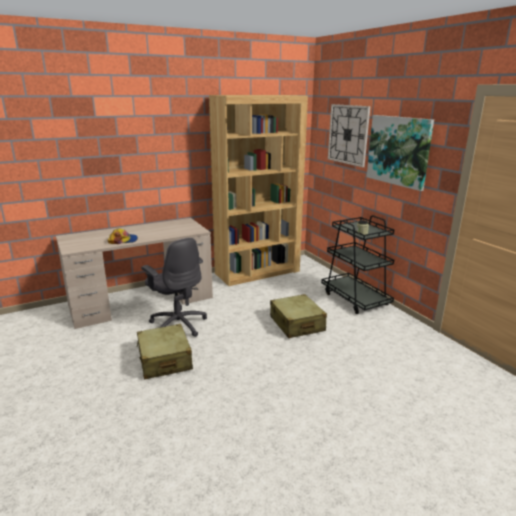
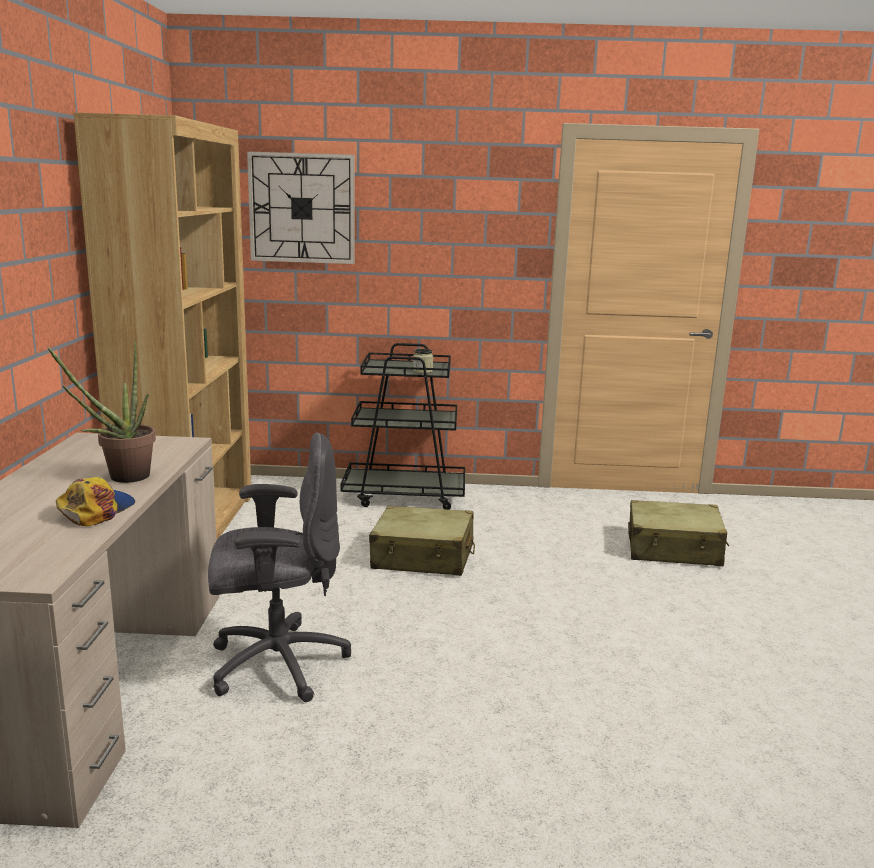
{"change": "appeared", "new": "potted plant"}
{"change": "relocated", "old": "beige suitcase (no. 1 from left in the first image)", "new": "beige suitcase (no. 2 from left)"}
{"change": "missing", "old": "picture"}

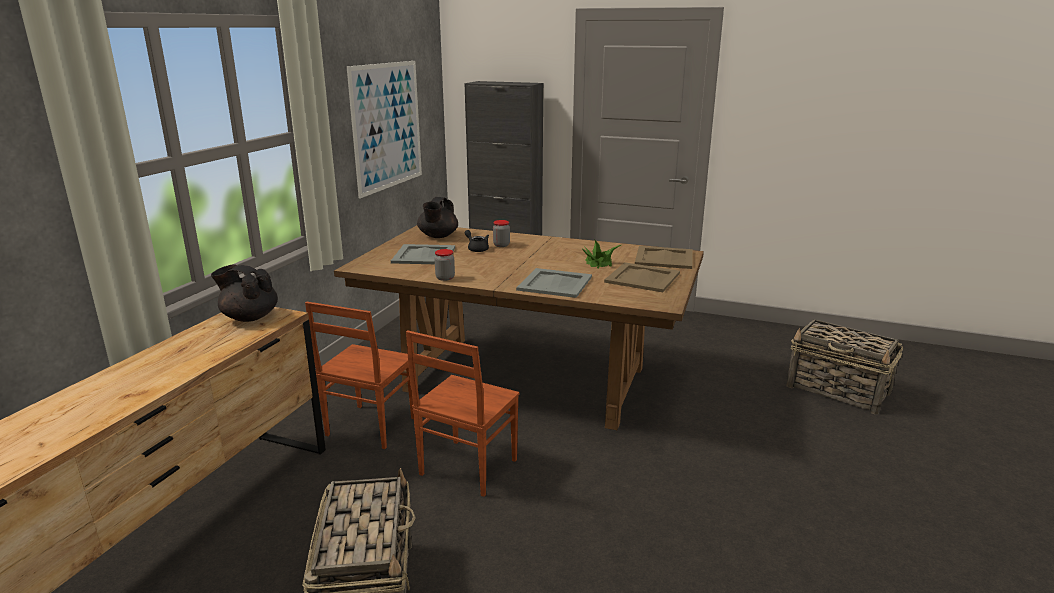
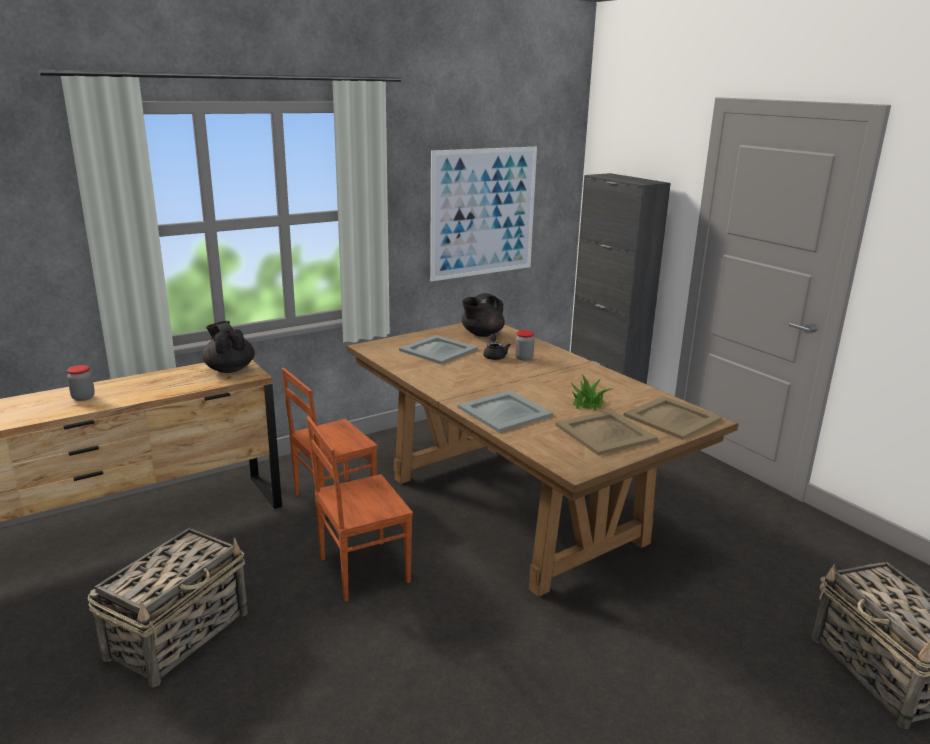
{"change": "relocated", "old": "jar (no. 1 from left)"}

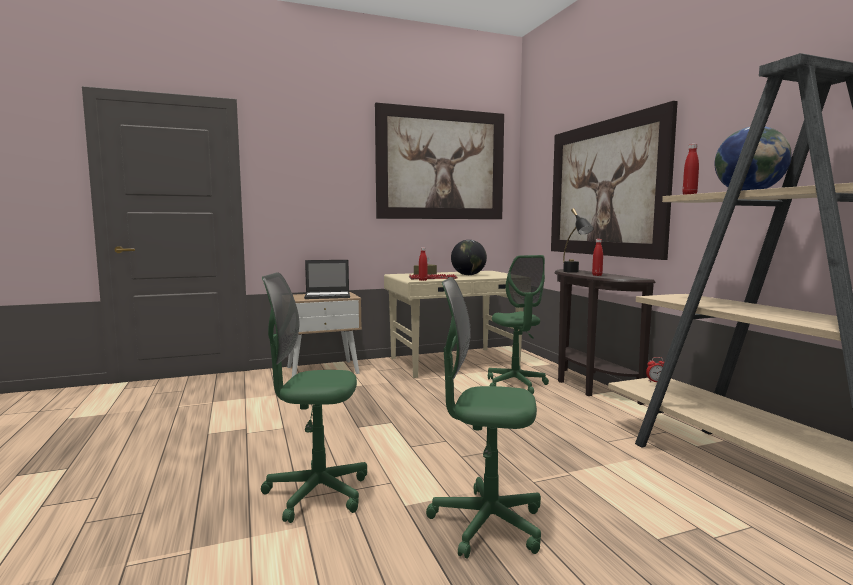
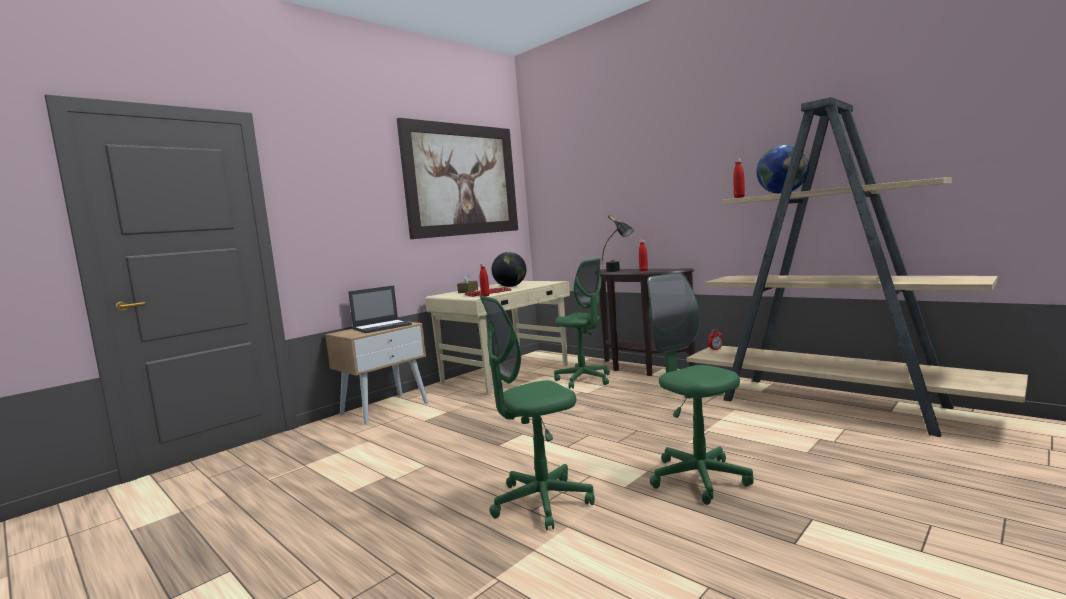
{"change": "spun", "old": "green office chair (no. 2 from left in the first image)", "degrees": 75}
{"change": "missing", "old": "picture (no. 2 from left)"}

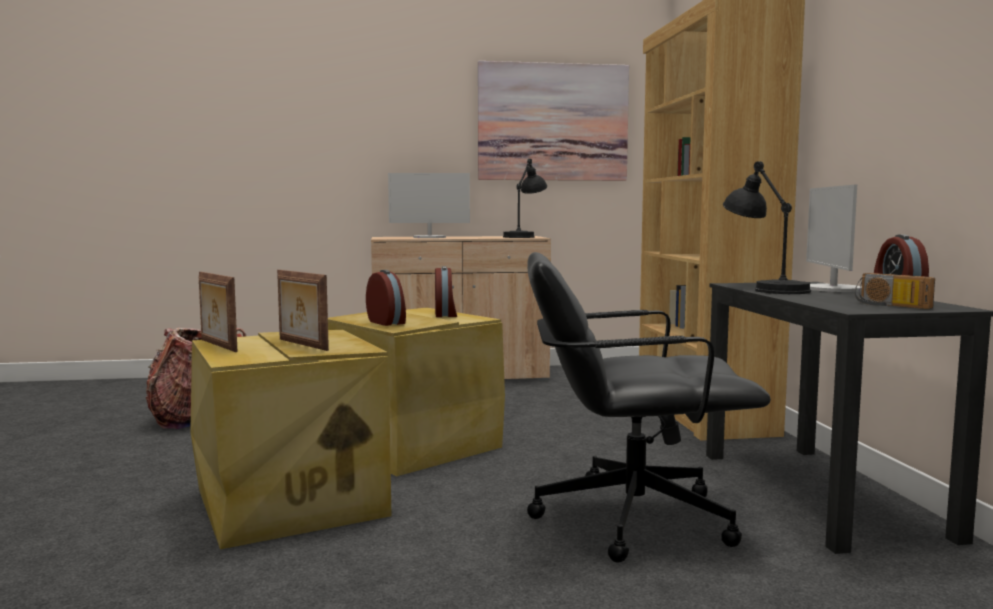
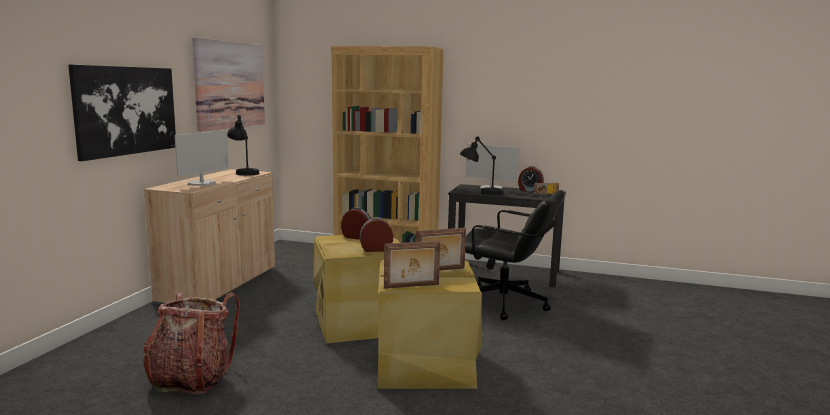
{"change": "appeared", "new": "picture (no. 1 from left)"}
{"change": "spun", "old": "black office chair", "degrees": -90}

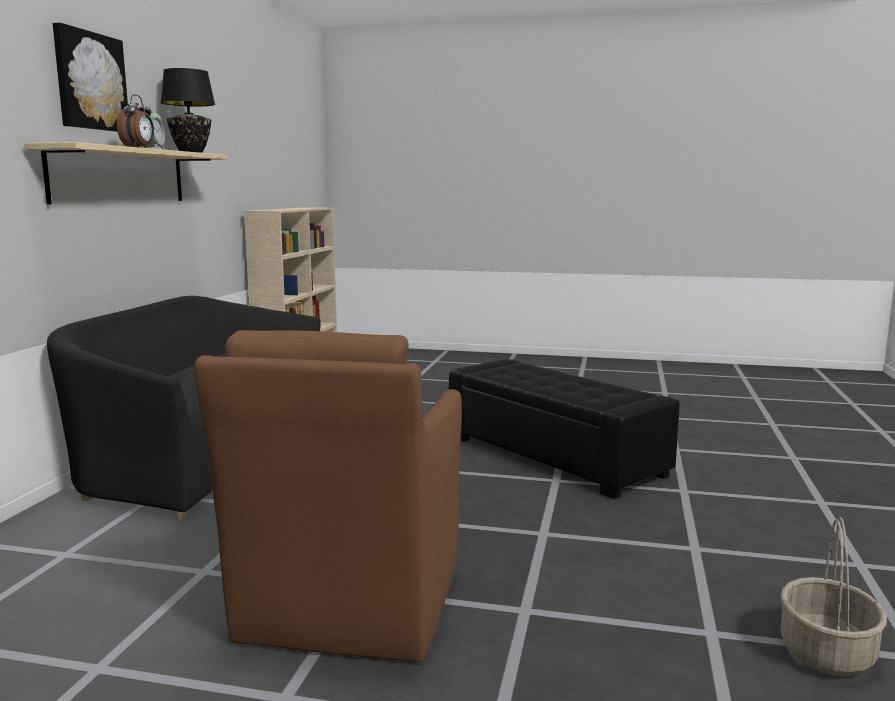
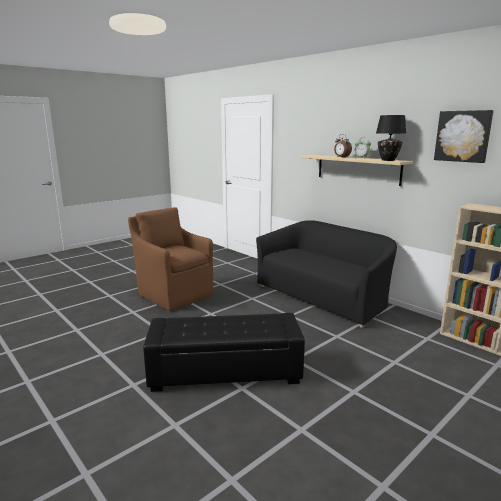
{"change": "relocated", "old": "picture"}
{"change": "missing", "old": "basket"}

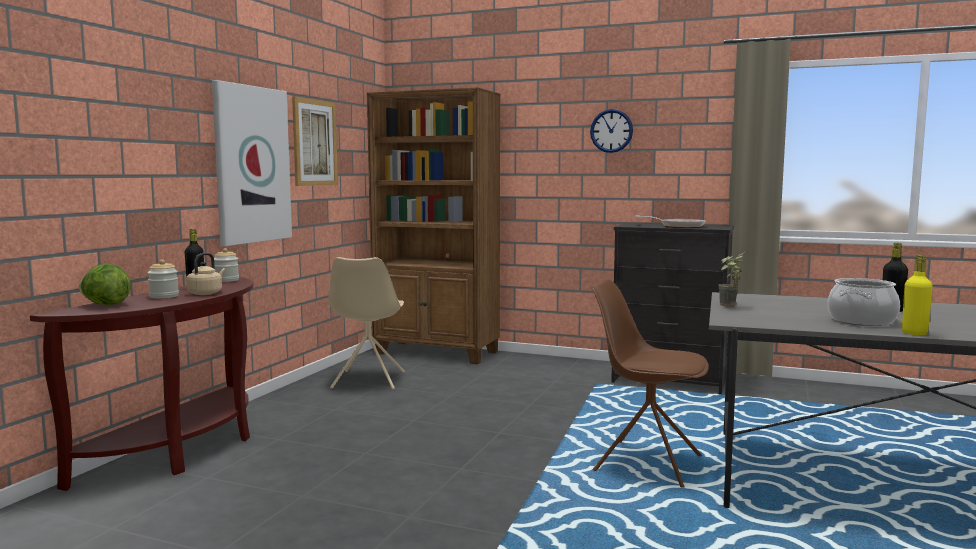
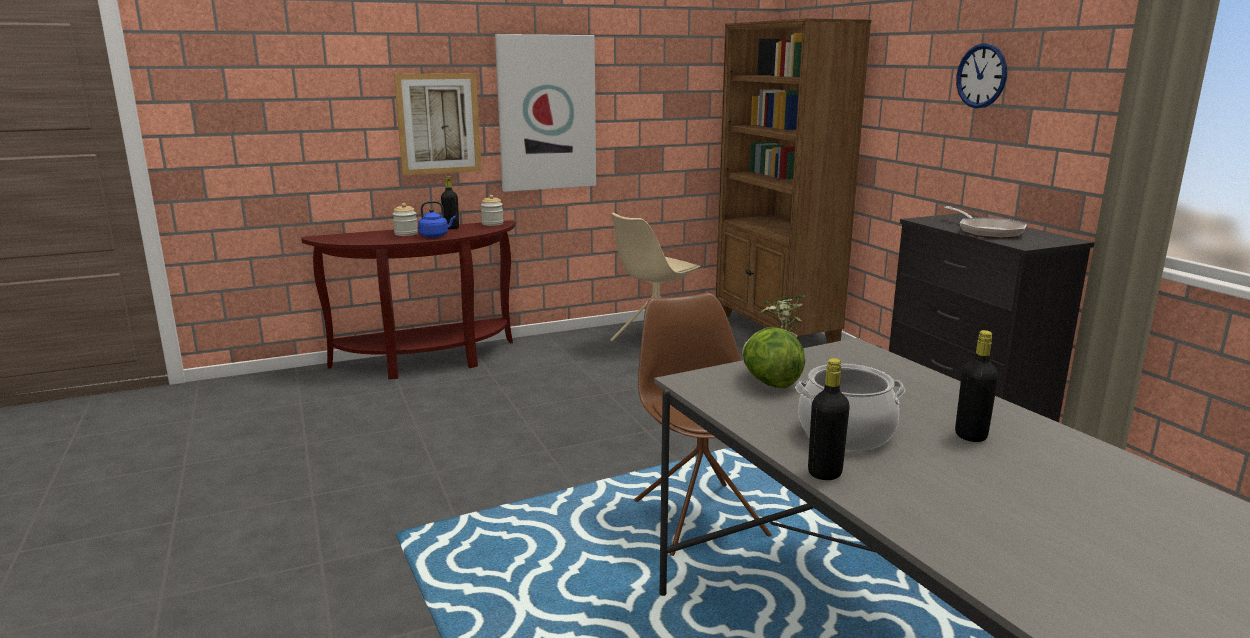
{"change": "relocated", "old": "picture (no. 2 from left in the first image)", "new": "picture (no. 1 from left)"}
{"change": "colour", "old": "beige kettle", "new": "blue kettle"}
{"change": "relocated", "old": "lettuce"}
{"change": "colour", "old": "yellow bottle", "new": "black bottle (no. 2 from left)"}

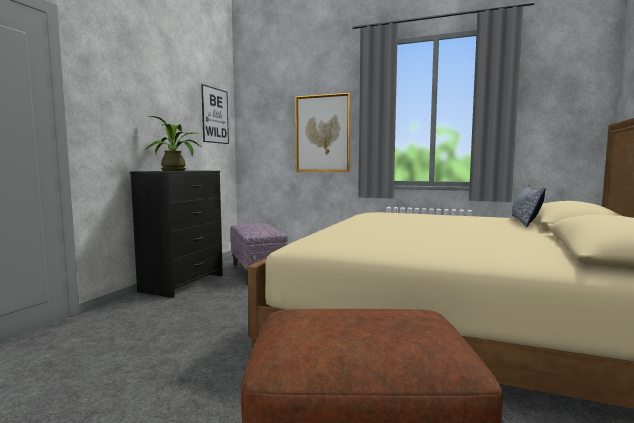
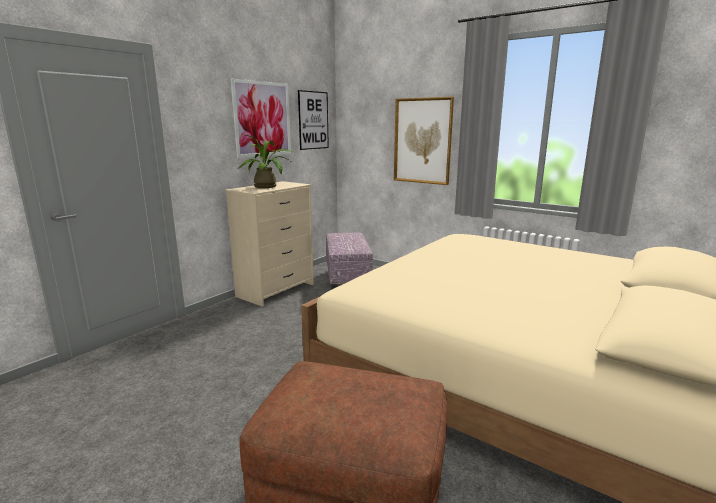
{"change": "colour", "old": "black dresser", "new": "beige dresser"}
{"change": "appeared", "new": "picture (no. 1 from left)"}
{"change": "missing", "old": "pillow"}

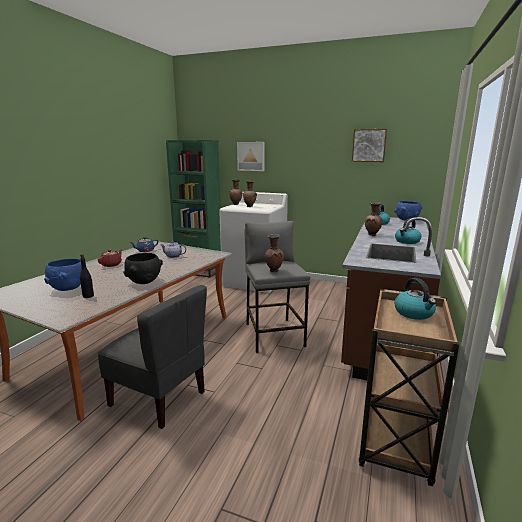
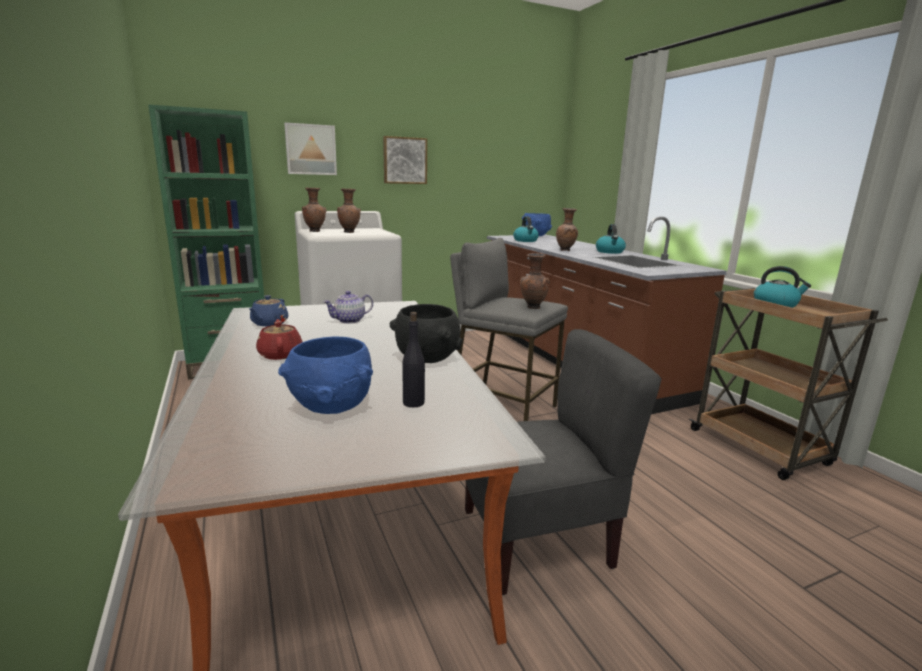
{"change": "relocated", "old": "picture (no. 2 from left)"}

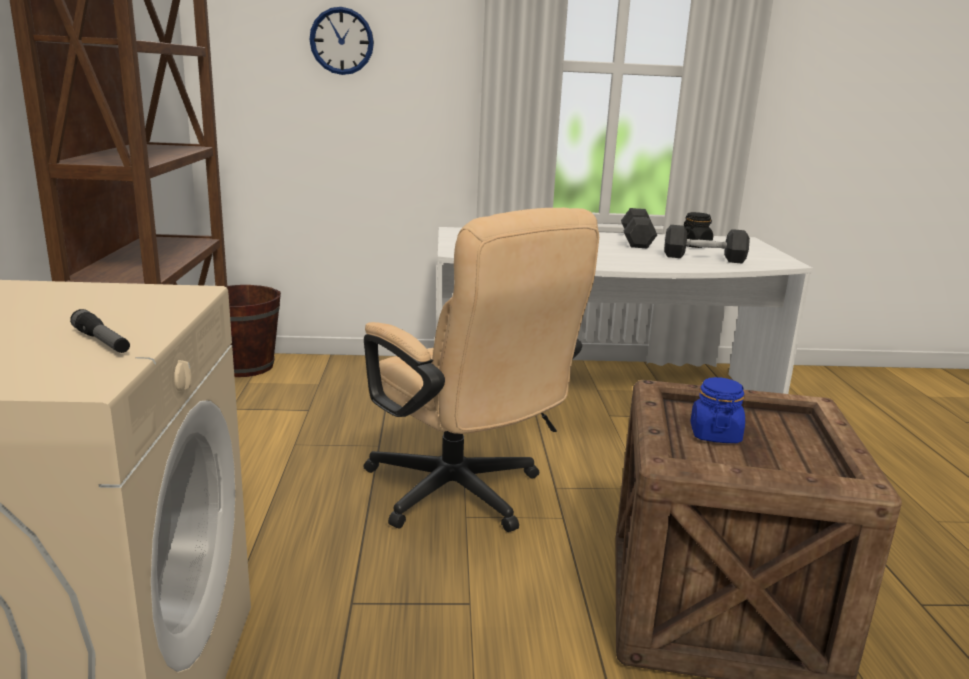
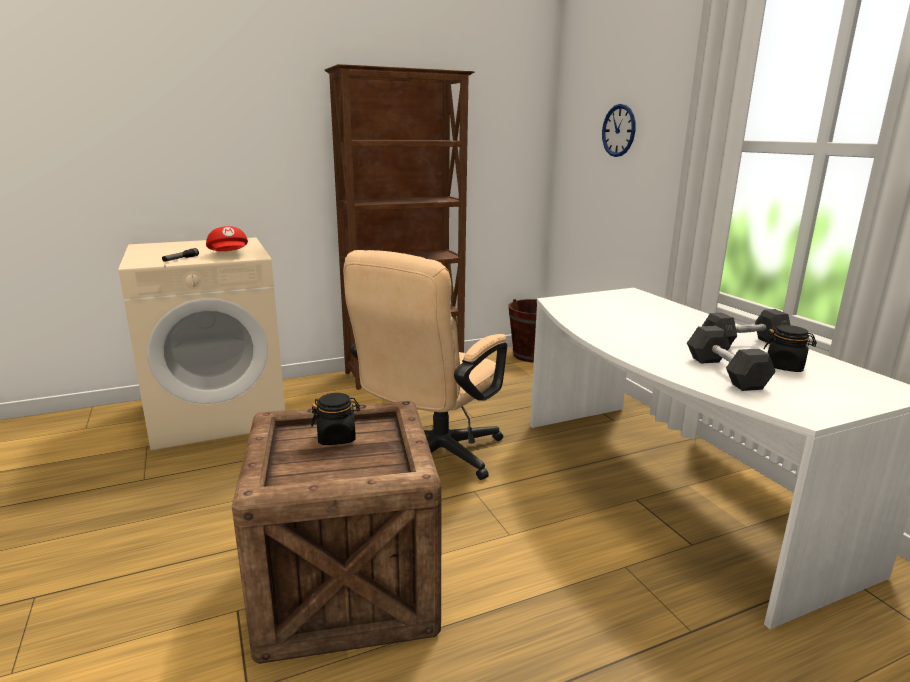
{"change": "appeared", "new": "red cap"}
{"change": "colour", "old": "blue jar", "new": "black jar (no. 1 from left)"}

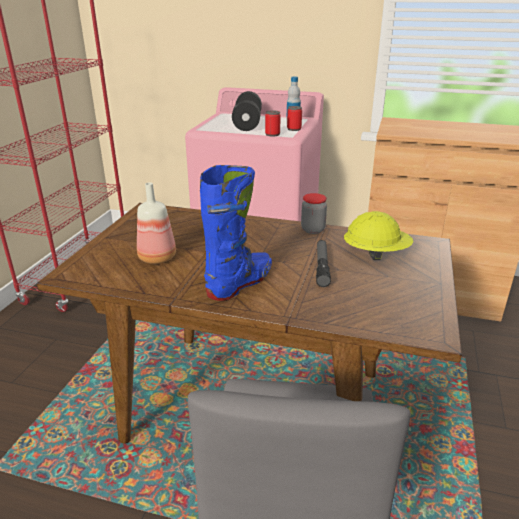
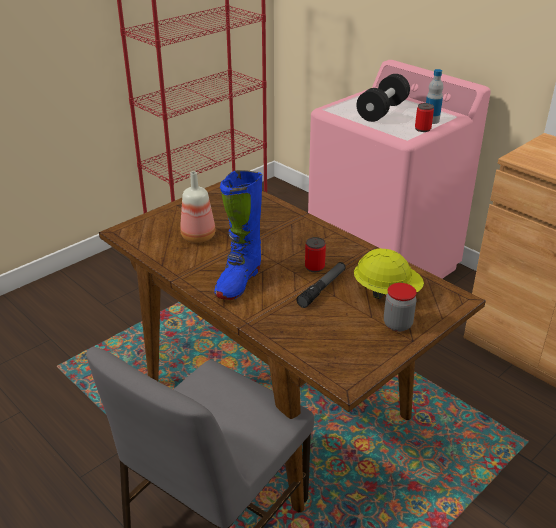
{"change": "spun", "old": "blue boot", "degrees": 135}
{"change": "relocated", "old": "can (no. 1 from left)"}
{"change": "relocated", "old": "jar"}

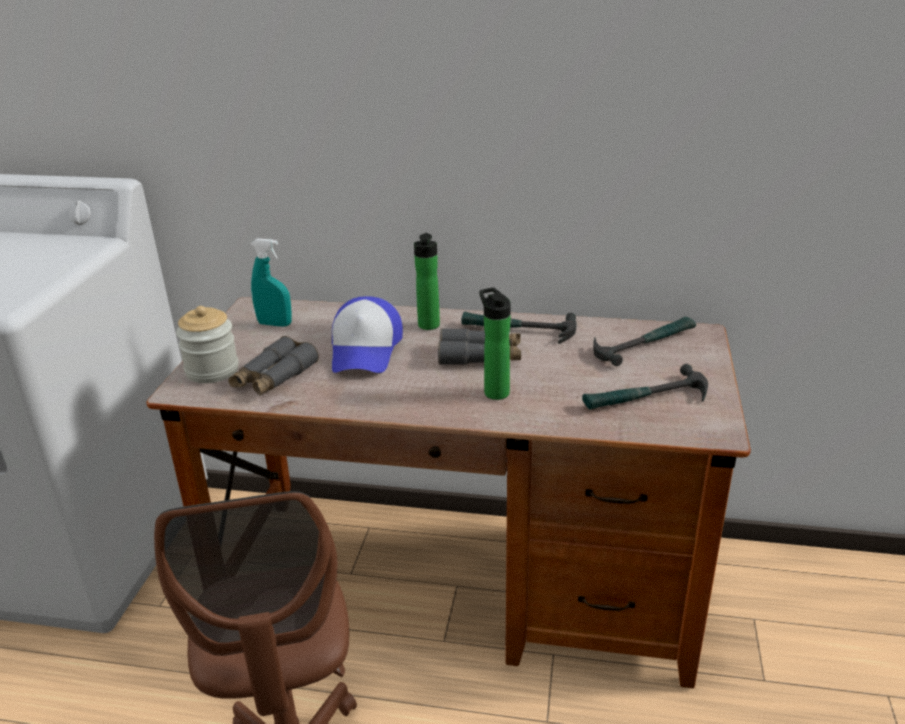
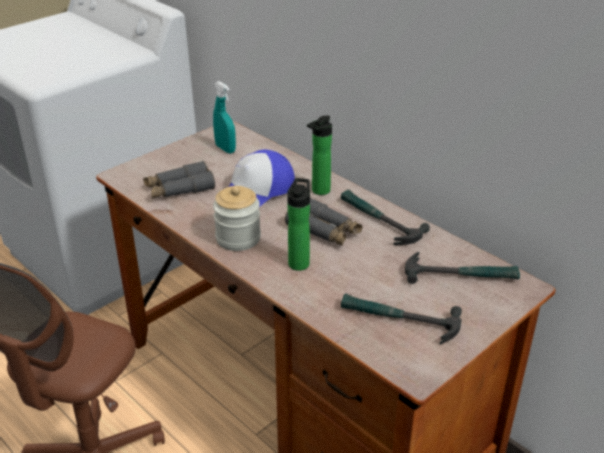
{"change": "relocated", "old": "jar"}

